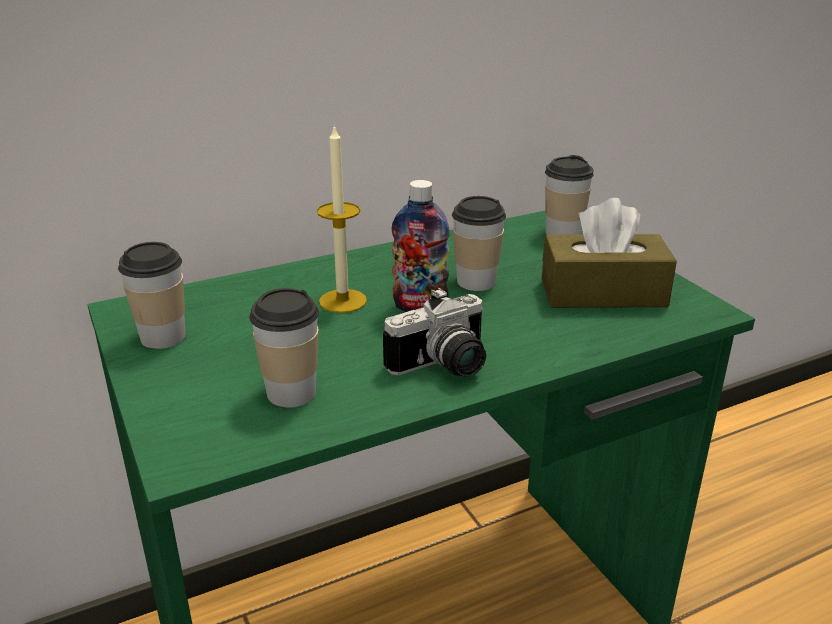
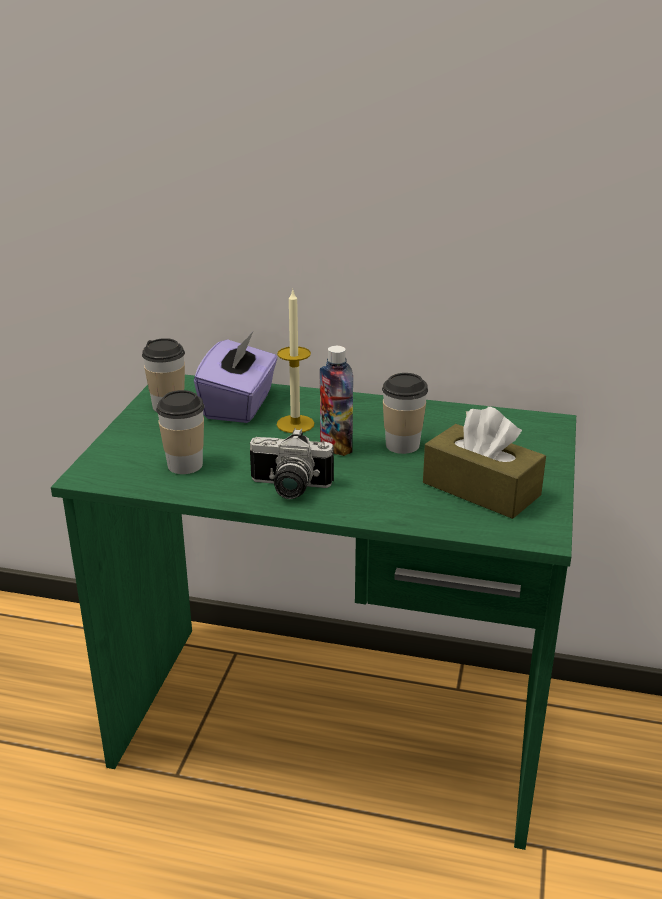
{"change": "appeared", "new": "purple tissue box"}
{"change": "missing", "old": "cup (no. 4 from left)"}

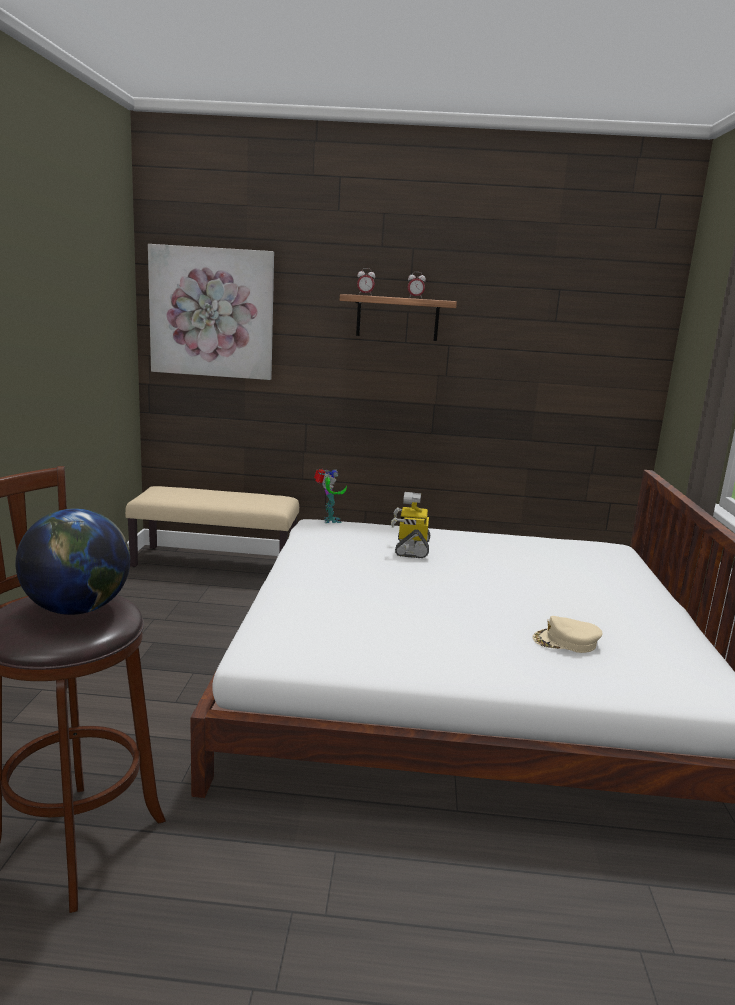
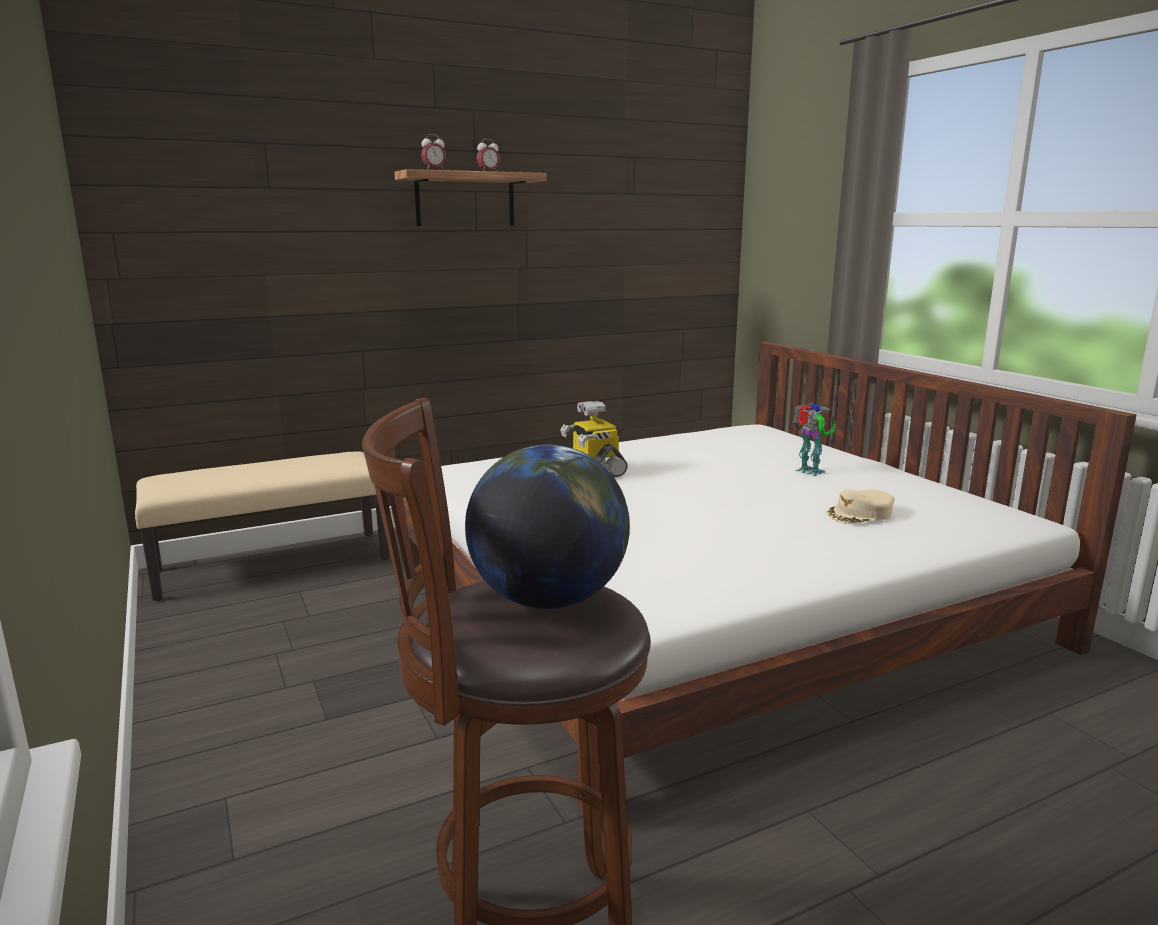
{"change": "relocated", "old": "toy robot (no. 1 from left in the first image)", "new": "toy robot (no. 2 from left)"}
{"change": "missing", "old": "picture"}

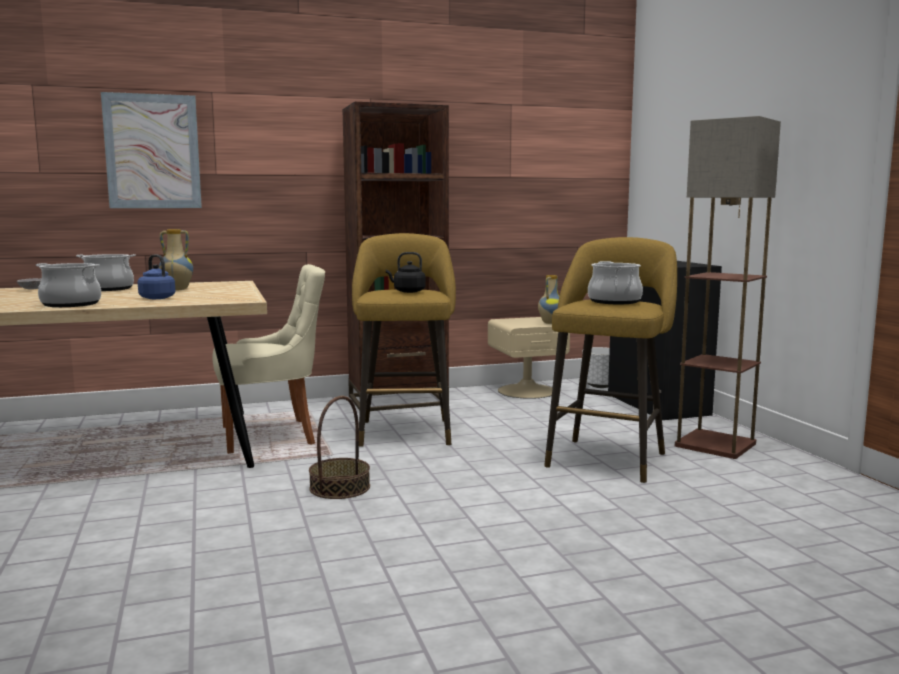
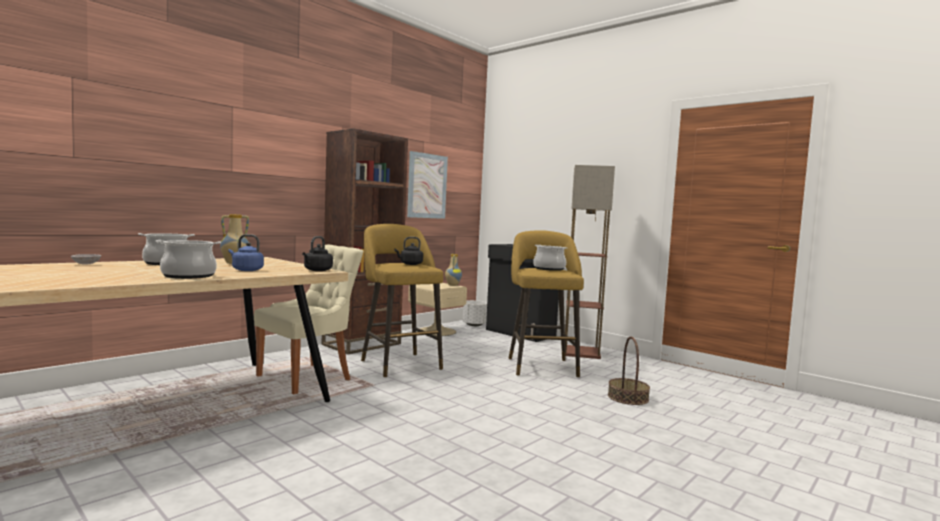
{"change": "appeared", "new": "black kettle (no. 1 from left)"}
{"change": "relocated", "old": "picture"}
{"change": "relocated", "old": "basket"}

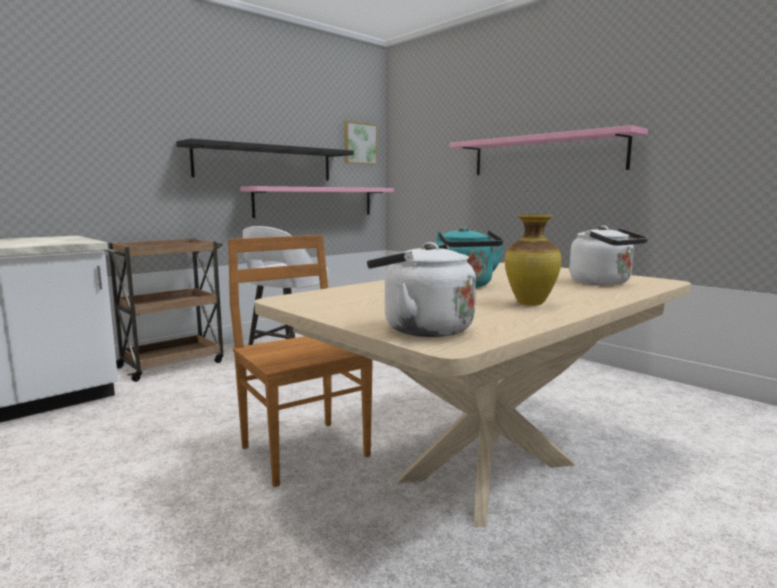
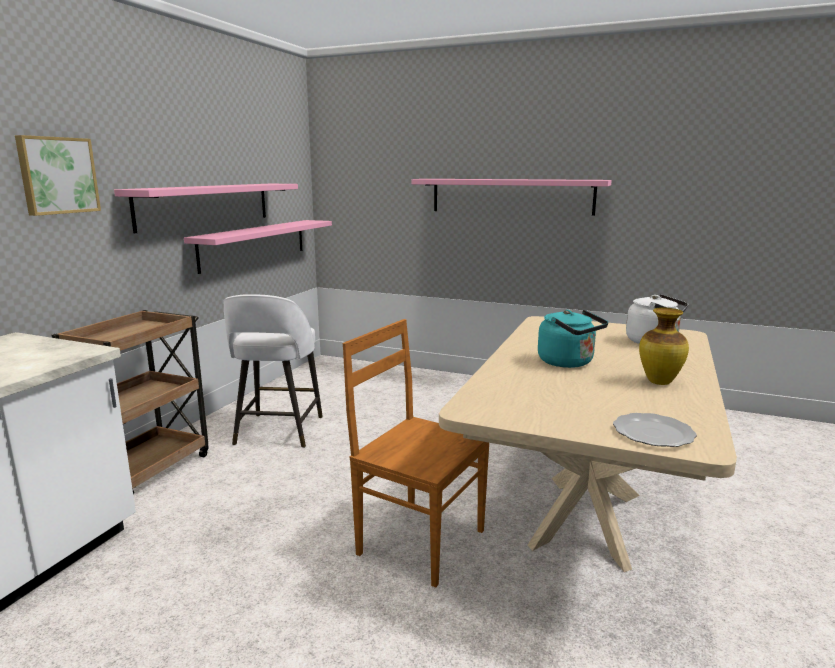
{"change": "relocated", "old": "picture"}
{"change": "colour", "old": "black shelf", "new": "pink shelf (no. 1 from left)"}
{"change": "exchanged", "old": "white kettle (no. 1 from left)", "new": "plate"}

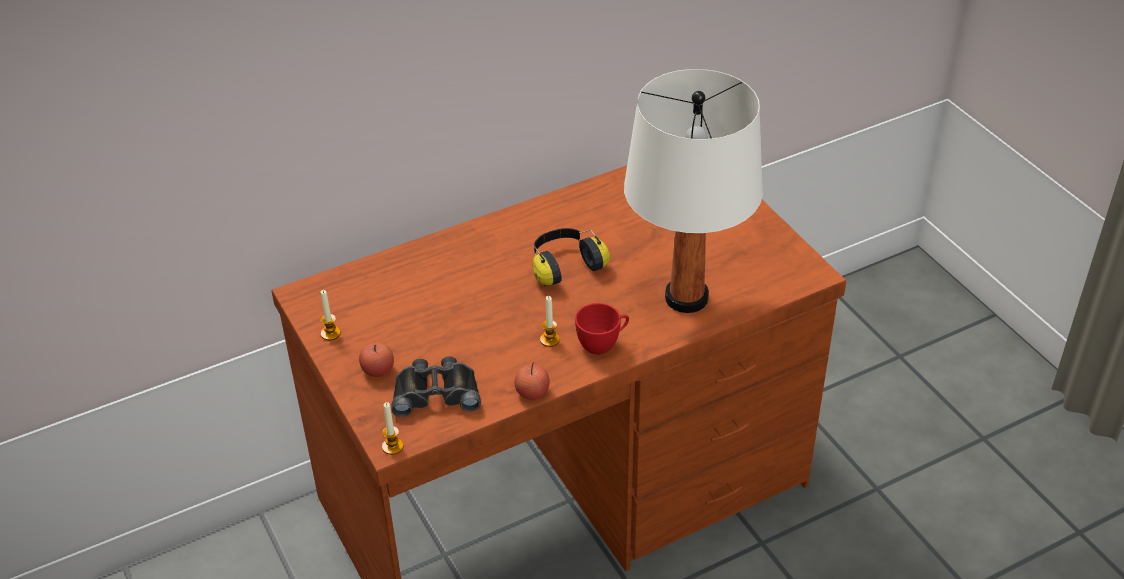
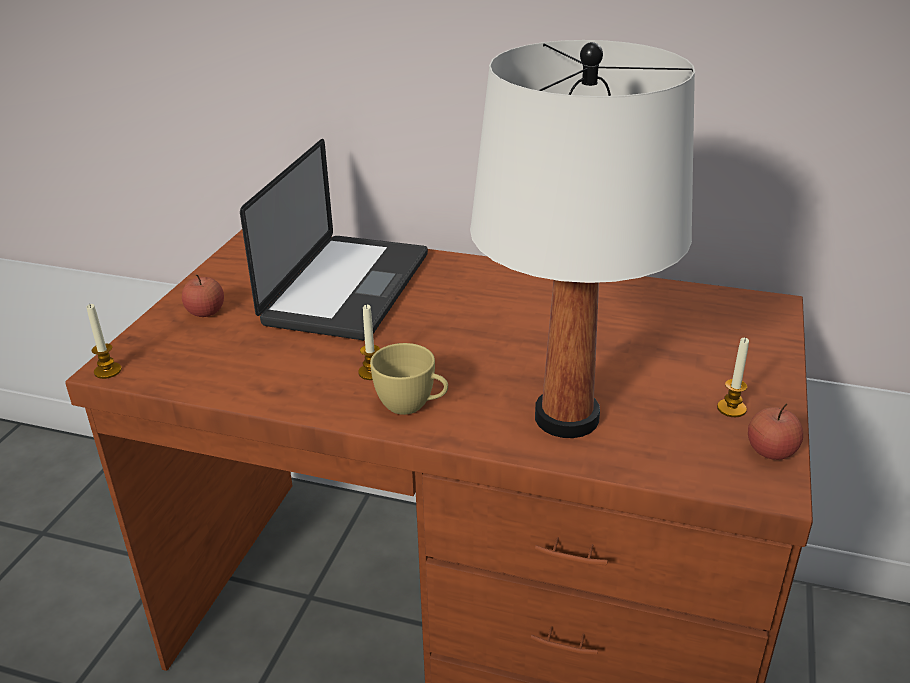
{"change": "appeared", "new": "laptop"}
{"change": "colour", "old": "red cup", "new": "yellow cup"}
{"change": "relocated", "old": "candle (no. 1 from left in the first image)", "new": "candle (no. 3 from left)"}
{"change": "relocated", "old": "apple (no. 2 from left)"}
{"change": "missing", "old": "black binoculars"}
{"change": "missing", "old": "headphones"}

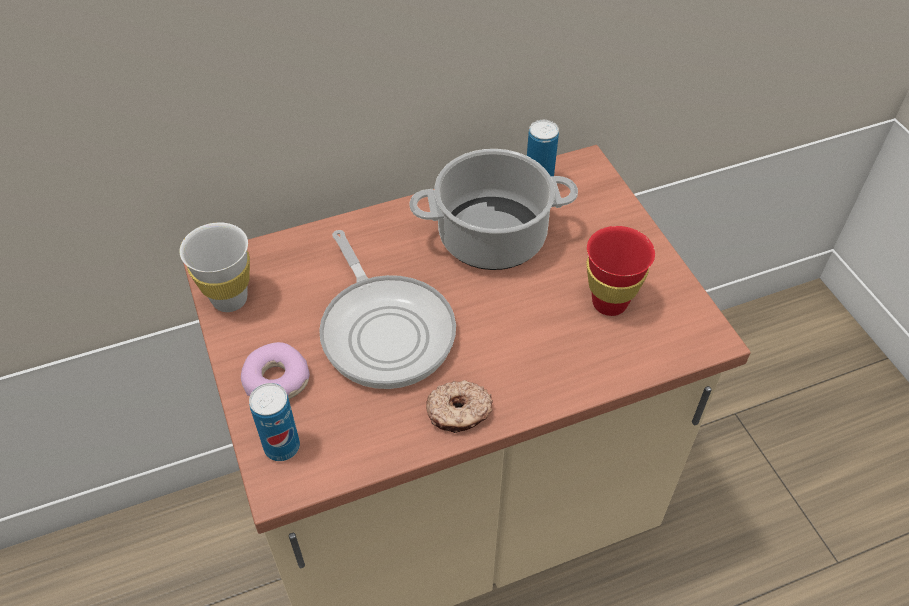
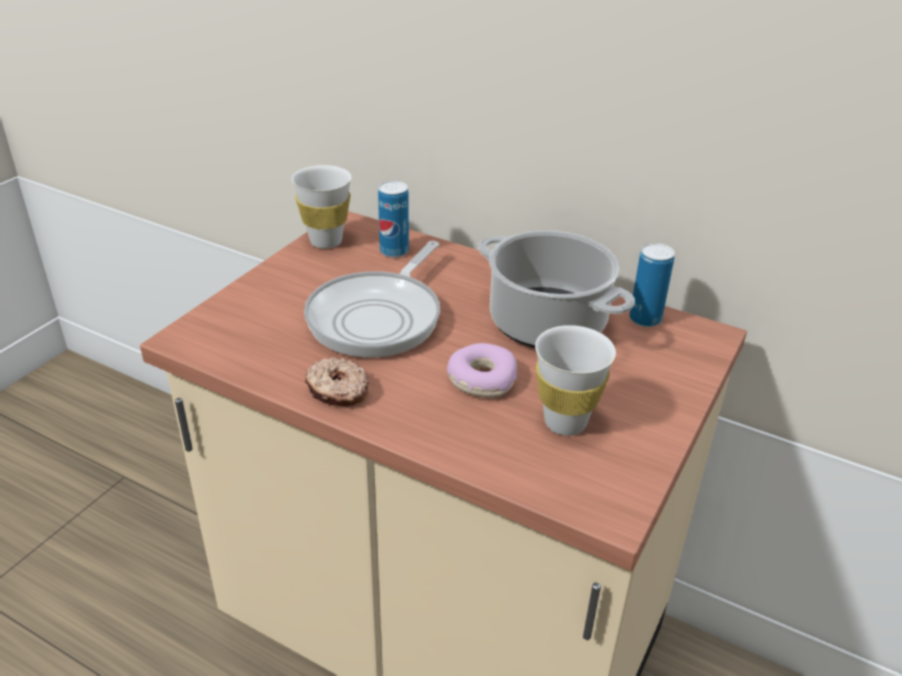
{"change": "relocated", "old": "can (no. 1 from left)"}
{"change": "relocated", "old": "donut (no. 1 from left in the first image)", "new": "donut (no. 2 from left)"}
{"change": "colour", "old": "red cup", "new": "white cup (no. 2 from left)"}

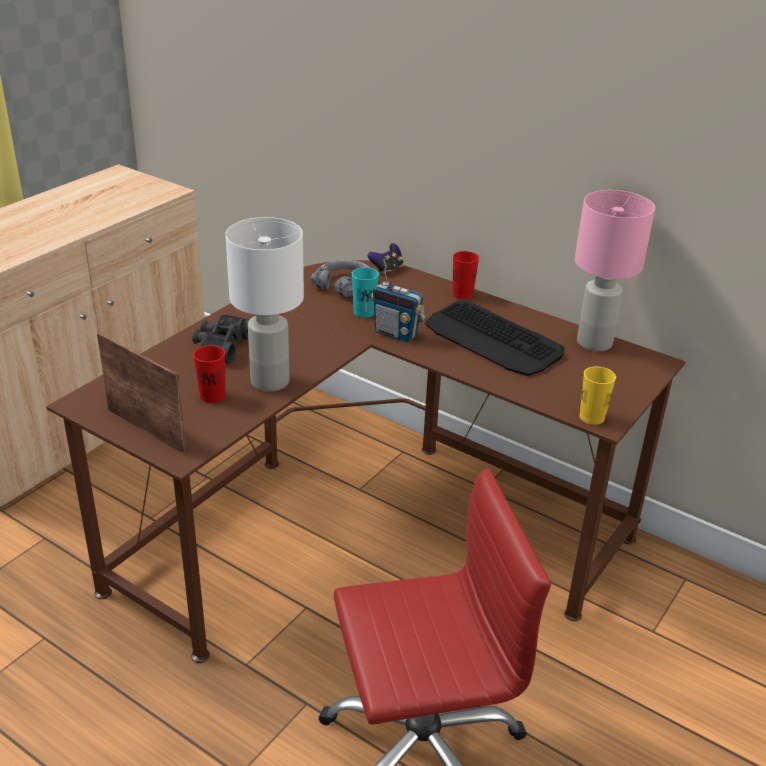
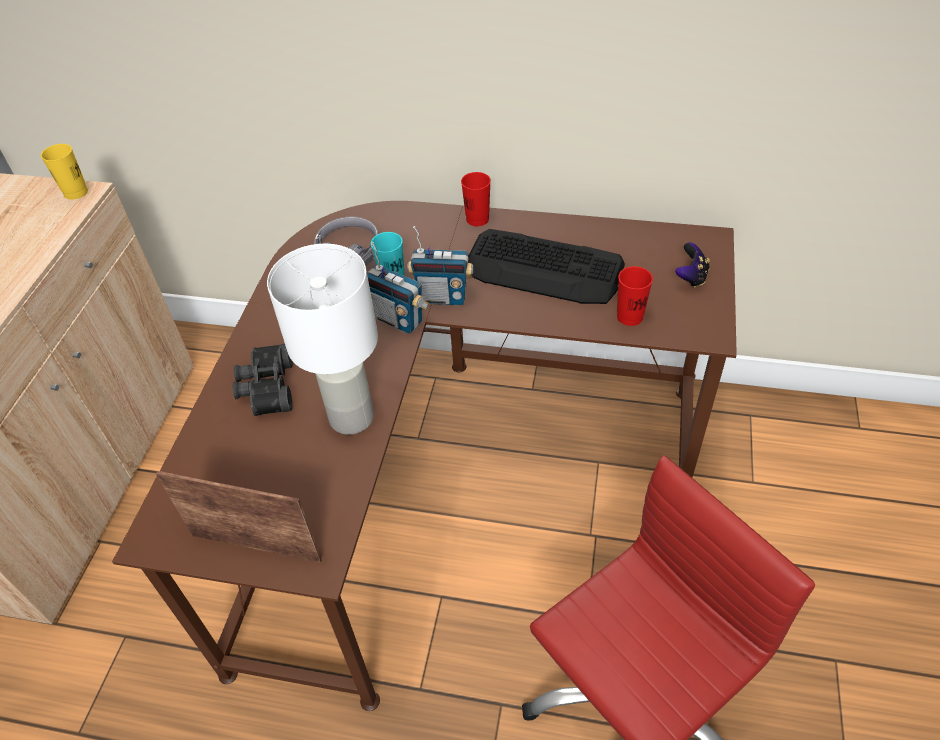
{"change": "relocated", "old": "yellow cup"}
{"change": "appeared", "new": "radio (no. 1 from left)"}
{"change": "relocated", "old": "red cup (no. 1 from left in the first image)", "new": "red cup (no. 2 from left)"}
{"change": "relocated", "old": "game controller"}
{"change": "missing", "old": "pink table lamp"}

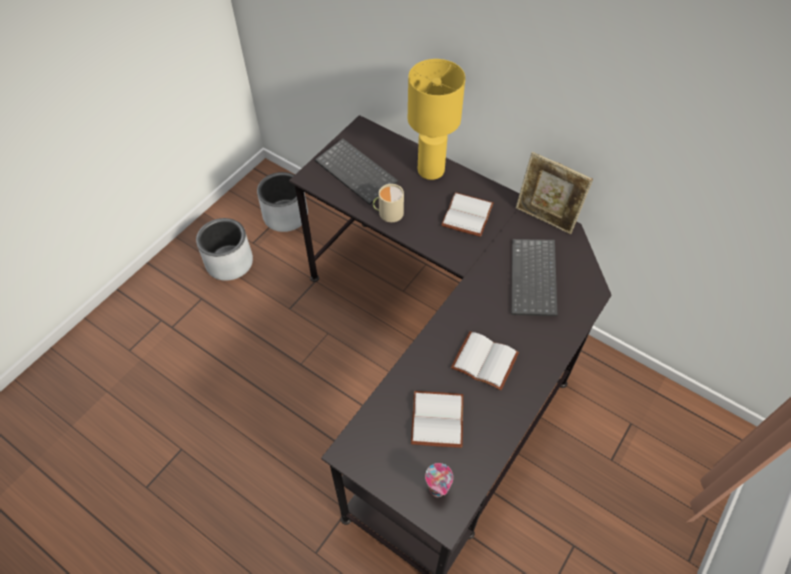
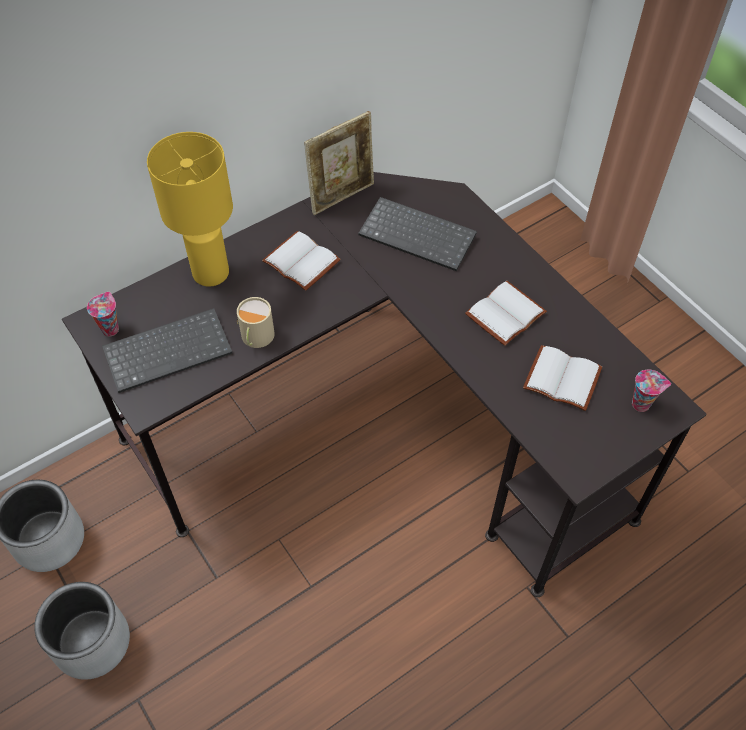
{"change": "appeared", "new": "cup (no. 1 from left)"}

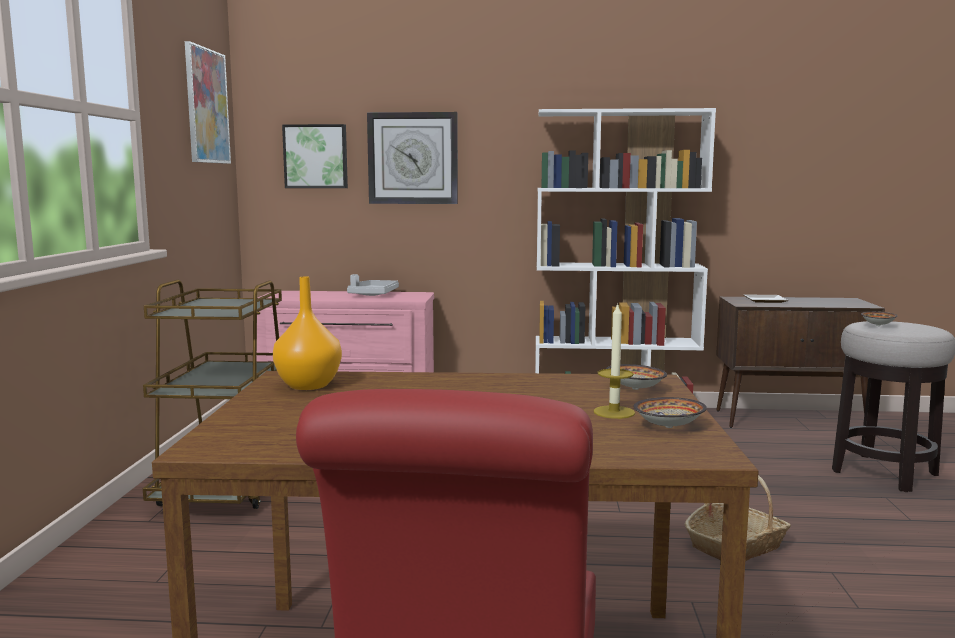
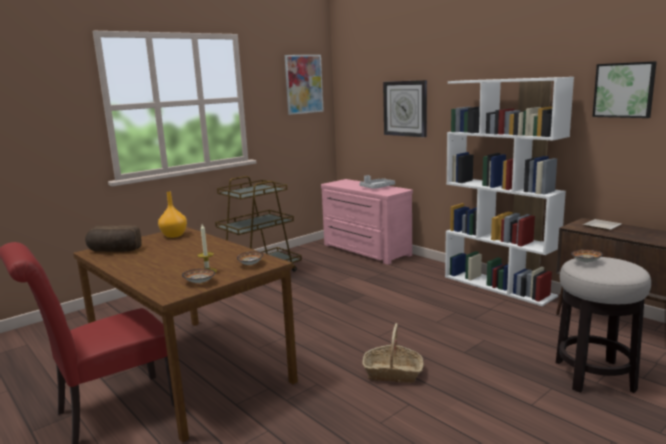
{"change": "appeared", "new": "bread"}
{"change": "relocated", "old": "picture (no. 2 from left)"}

